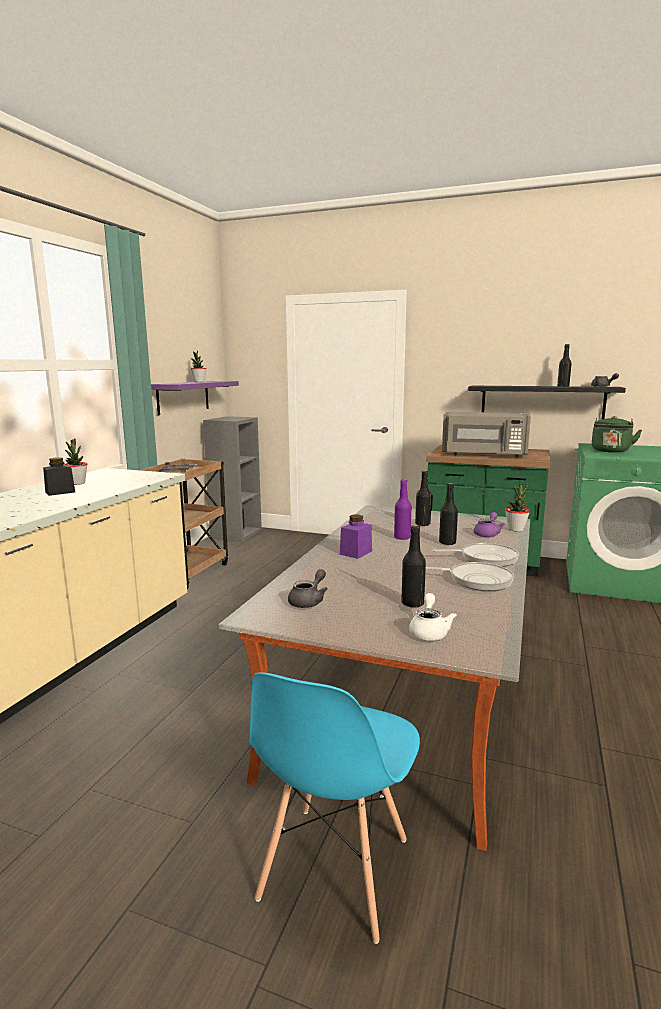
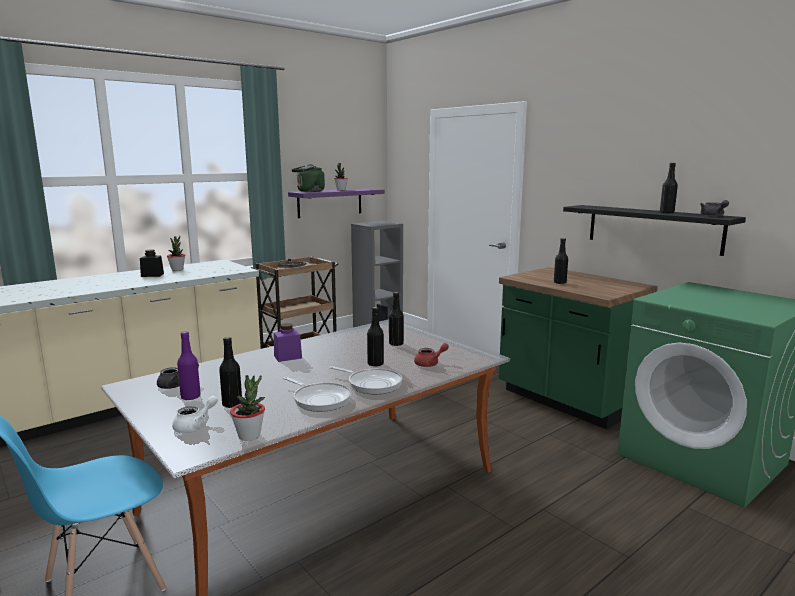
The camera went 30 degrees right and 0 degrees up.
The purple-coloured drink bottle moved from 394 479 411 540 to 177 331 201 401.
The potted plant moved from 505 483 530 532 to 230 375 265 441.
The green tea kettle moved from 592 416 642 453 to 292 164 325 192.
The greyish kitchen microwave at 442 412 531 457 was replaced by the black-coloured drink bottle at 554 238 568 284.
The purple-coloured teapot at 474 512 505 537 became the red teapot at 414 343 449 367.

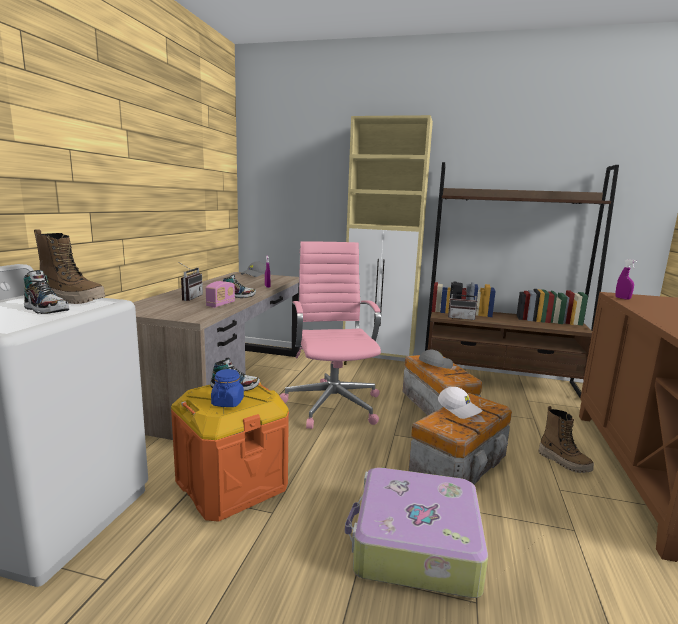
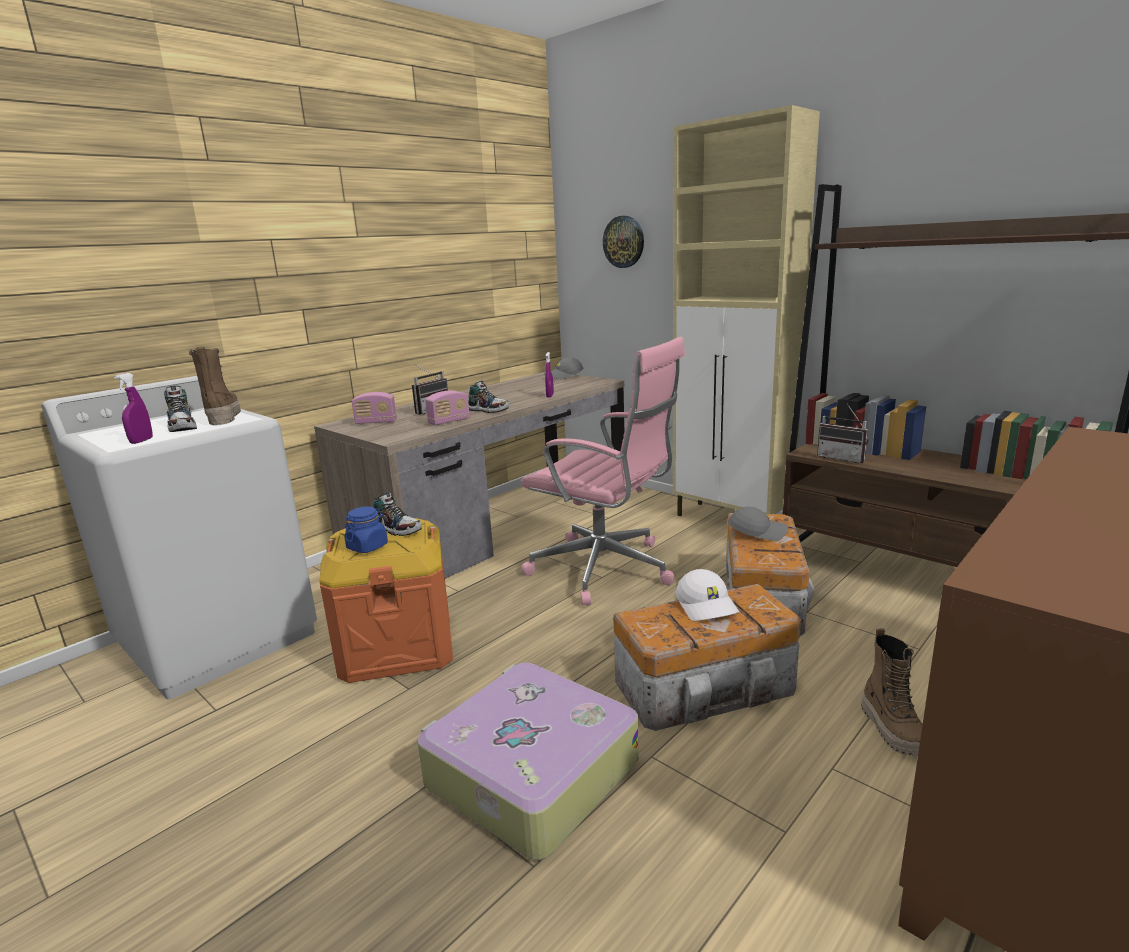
The camera went 30 degrees right and 5 degrees up.
The radio receiver at 352 392 397 425 appeared.
The hanging clock at 603 216 644 268 appeared.
The purple-coloured spray bottle moved from 615 259 637 300 to 114 373 153 444.
The boot at 34 229 105 304 turned 150 degrees counterclockwise.
The pinkish desk chair at 280 241 381 429 turned 105 degrees clockwise.

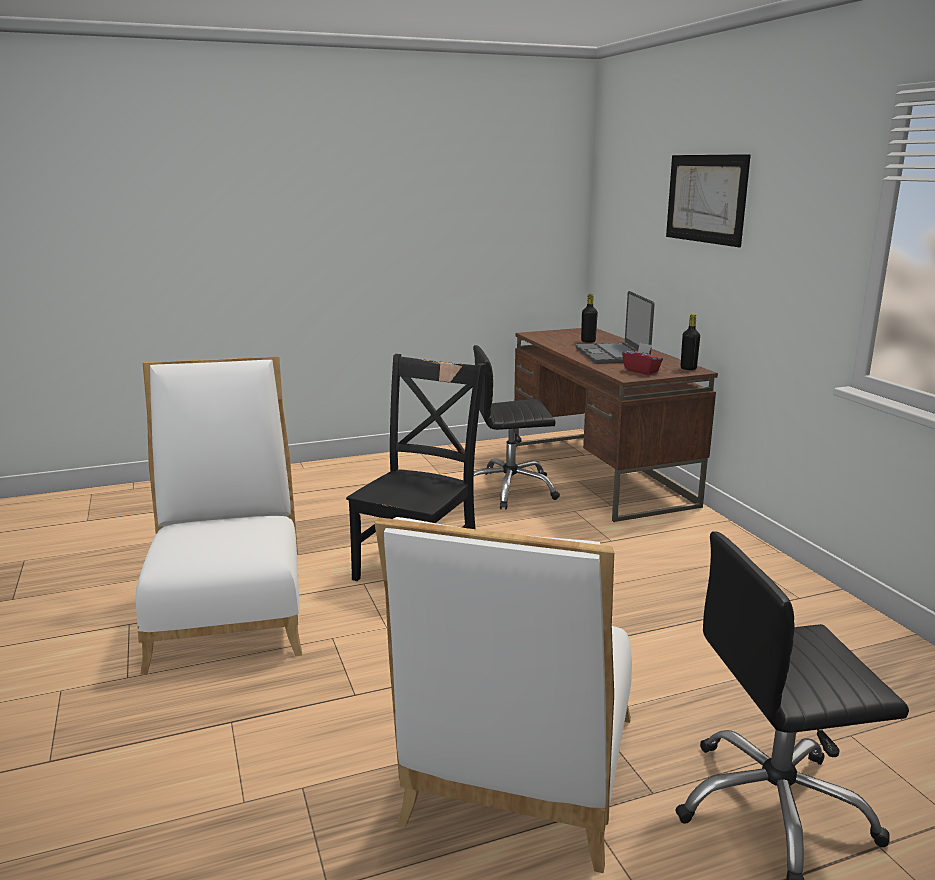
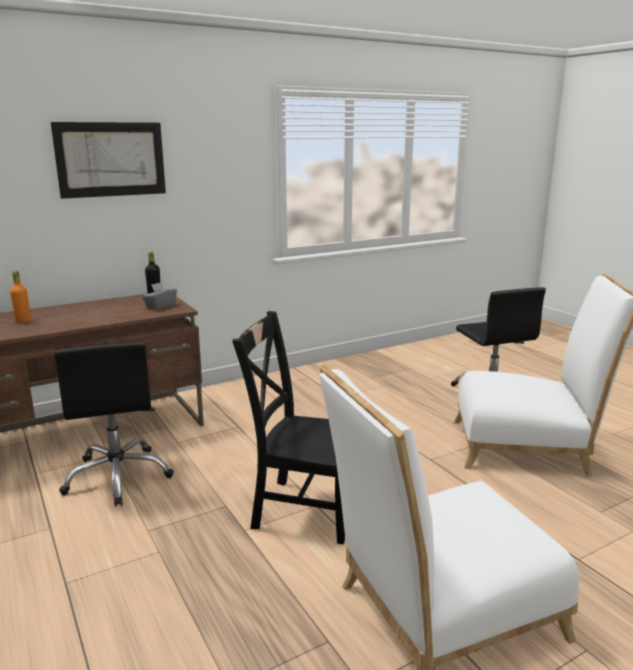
The camera went 100 degrees left and 0 degrees up.
The portable computer at 576 291 655 364 disappeared.
The black-coloured drink bottle at 581 294 598 343 became the orange-coloured drink bottle at 10 271 31 323.
The red box of tissues at 622 343 663 375 became the greyish box of tissues at 142 282 177 310.

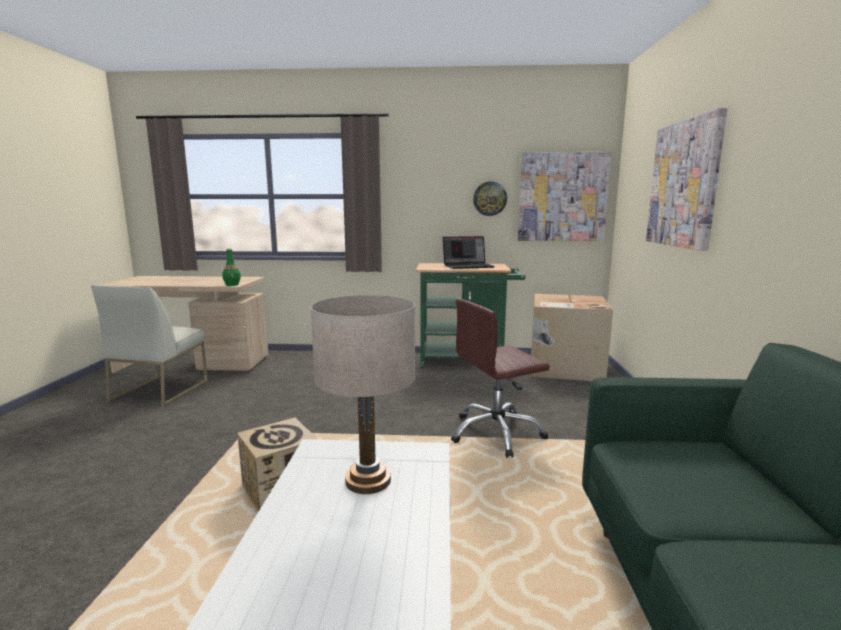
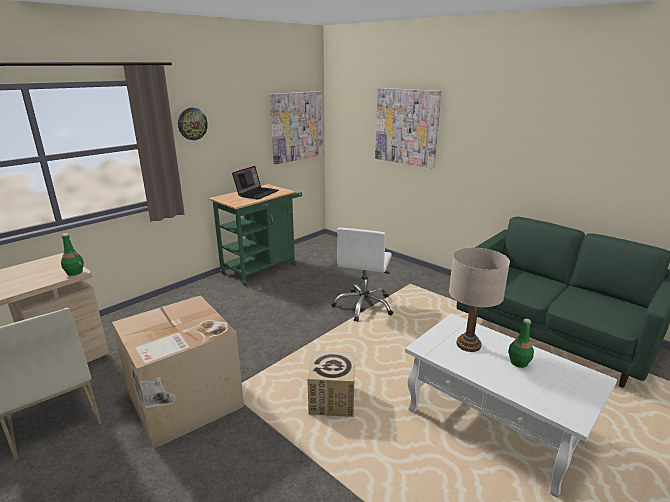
The camera went 50 degrees left and 10 degrees up.
The green drink bottle at 508 319 534 368 appeared.
The hanging clock moved from 473 182 507 216 to 178 108 208 140.
The cardboard box moved from 531 294 613 381 to 112 295 244 449.
The brown desk chair at 451 299 550 458 became the whitish desk chair at 331 228 393 322.

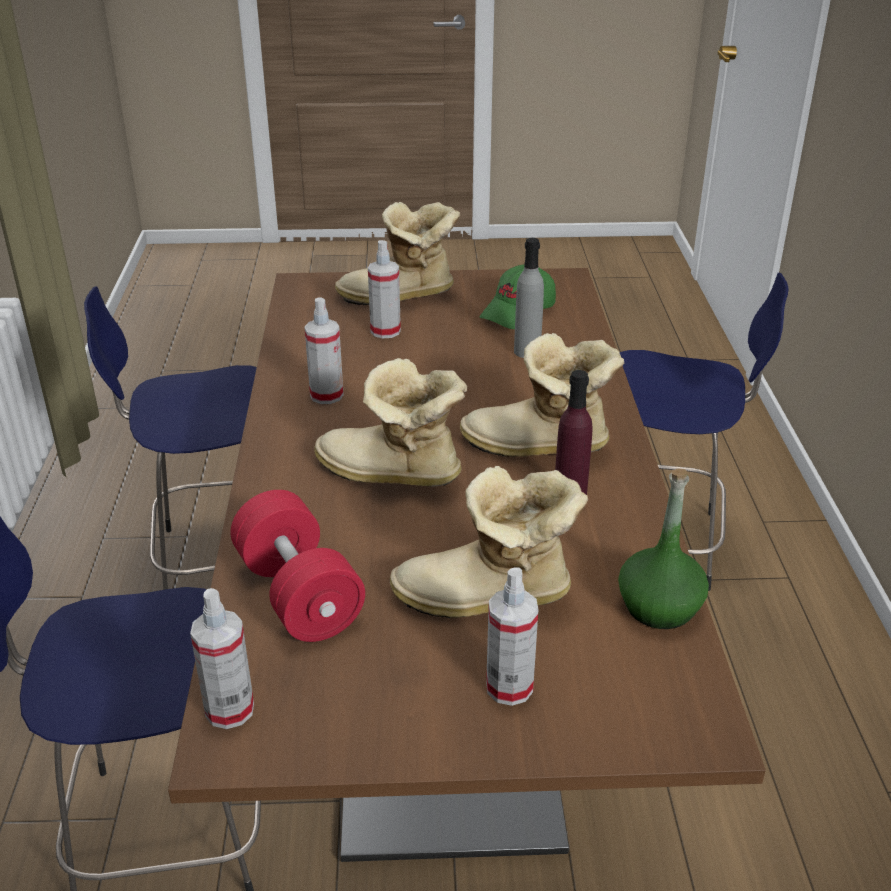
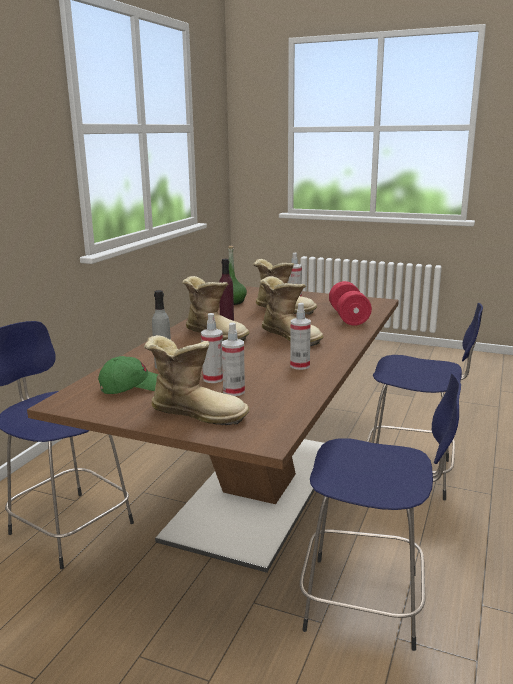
The camera went 155 degrees left and 15 degrees down.
The spray bottle moved from 190 588 254 729 to 201 313 223 383.

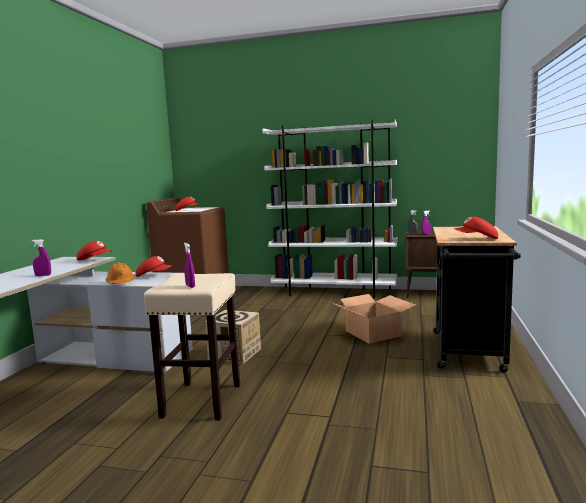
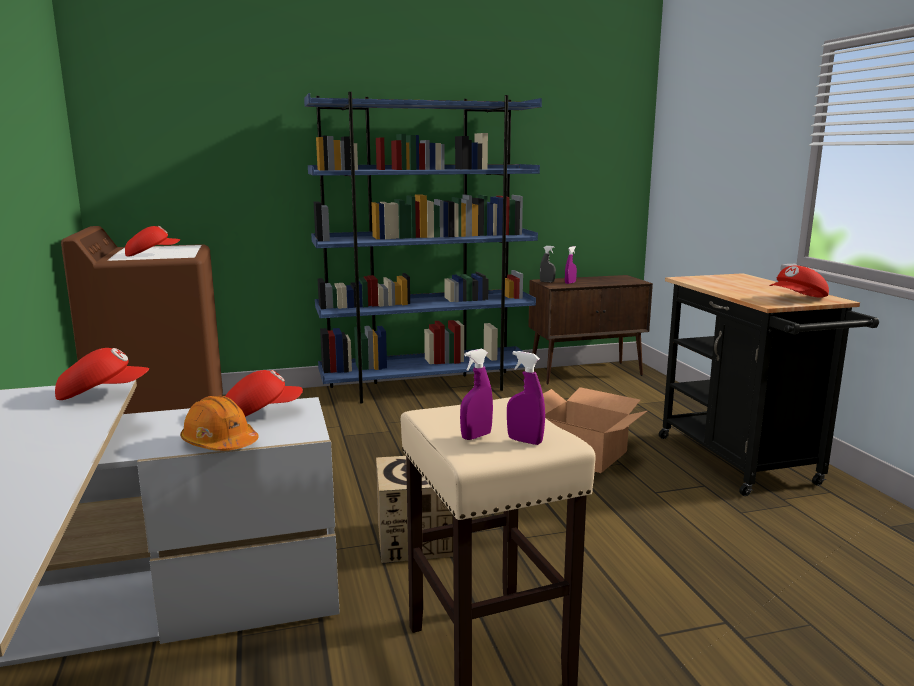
The camera went 30 degrees left and 5 degrees up.
The purple-coloured spray bottle moved from 32 239 51 276 to 460 349 493 440.
The whitish bookshelf at 262 120 397 299 became the bluish bookshelf at 304 92 542 404.

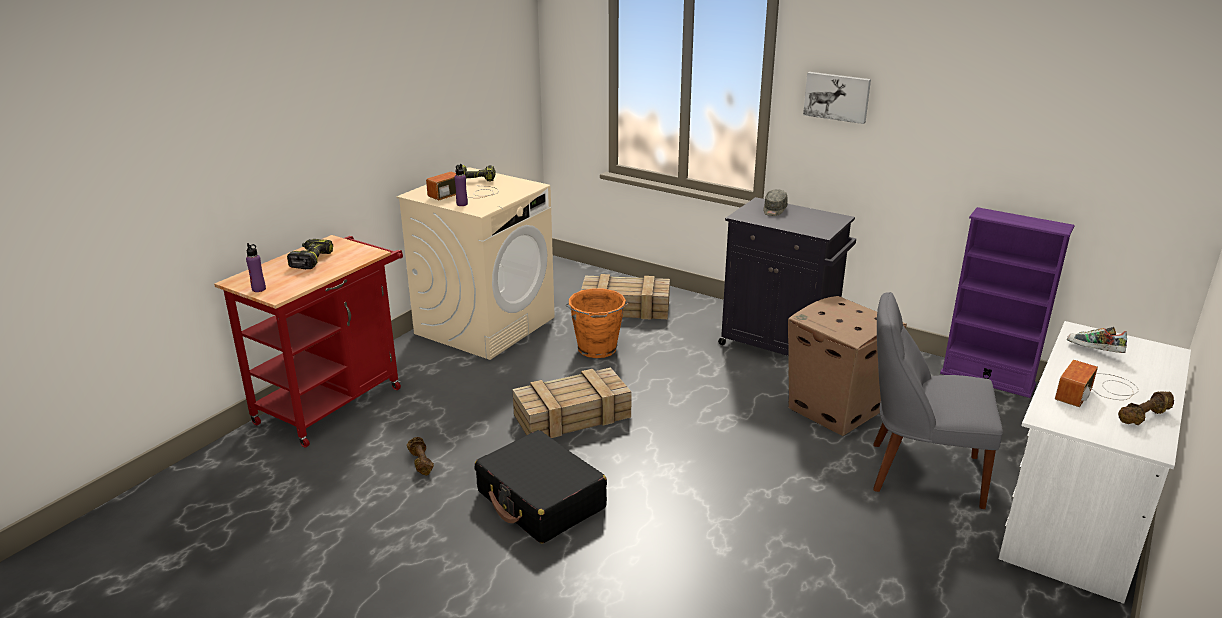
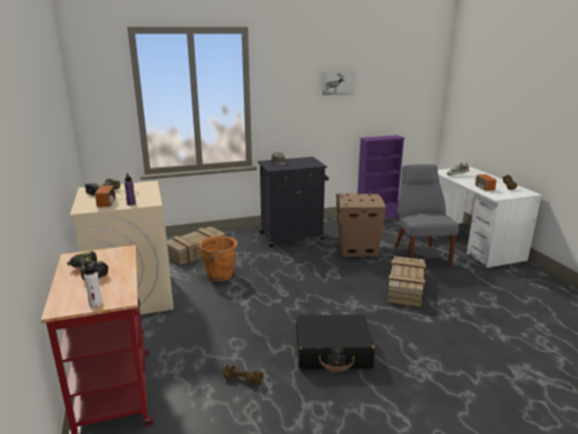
The camera went 50 degrees left and 5 degrees down.
The packing crate moved from 512 368 632 438 to 387 256 426 307.
The wall picture moved from 803 72 871 124 to 322 71 355 96.
The purple-coloured drink bottle at 246 243 266 292 became the whitish drink bottle at 84 261 102 307.
The greyish plain chair at 873 292 1003 509 turned 120 degrees clockwise.

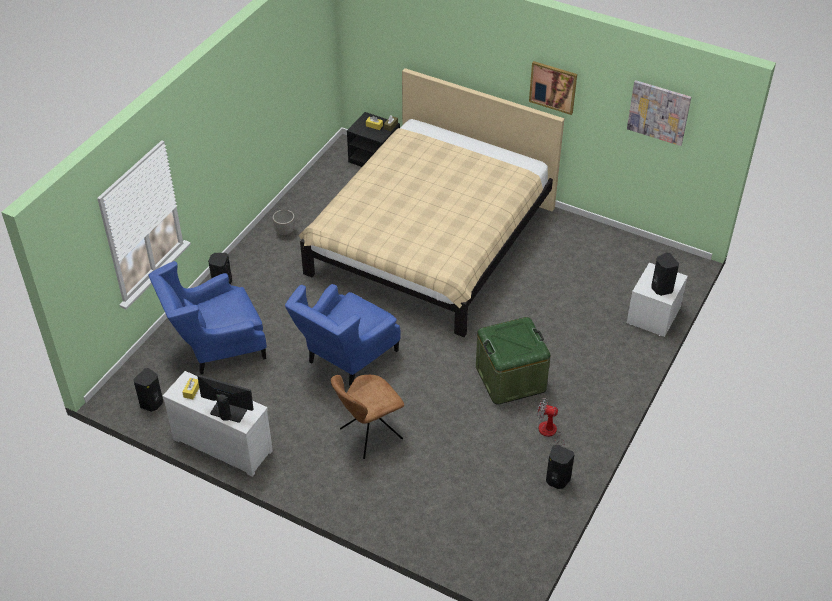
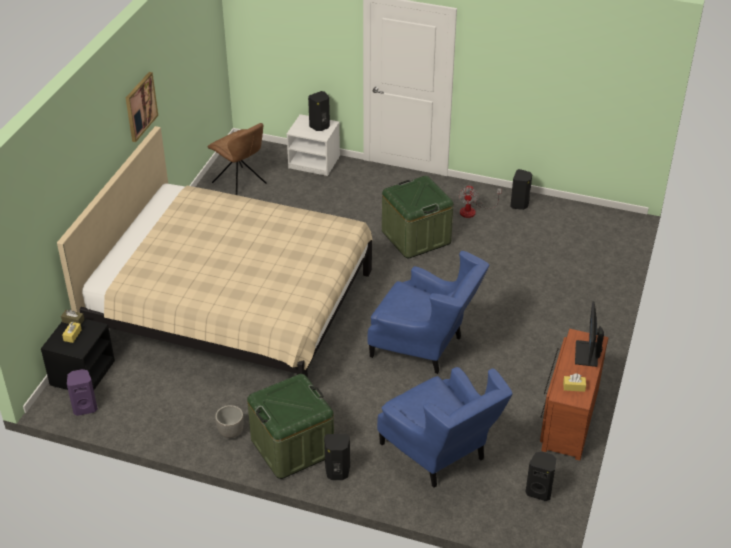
The camera went 100 degrees left and 5 degrees down.
The wall picture at 627 80 691 146 disappeared.
The purple-coloured loudspeaker at 67 369 98 416 appeared.
The green storage bin at 247 374 334 479 appeared.
The brown plain chair moved from 331 375 404 459 to 208 123 267 195.
The whitish drawer chest at 163 371 273 477 became the brown drawer chest at 540 329 609 461.

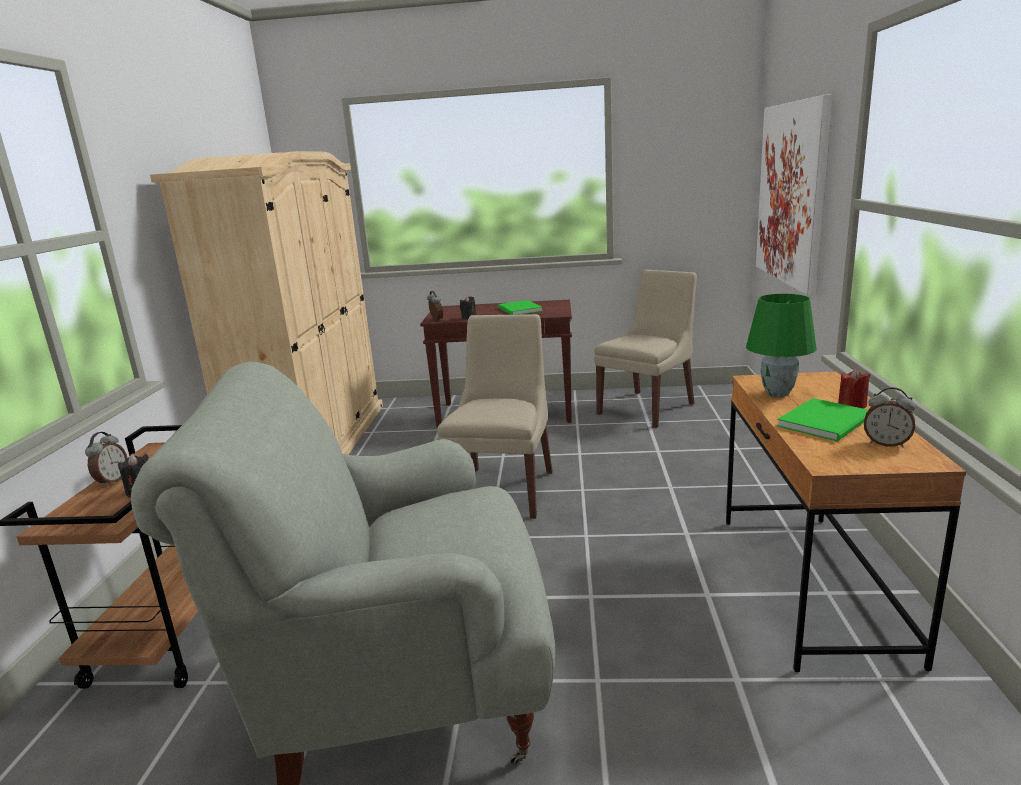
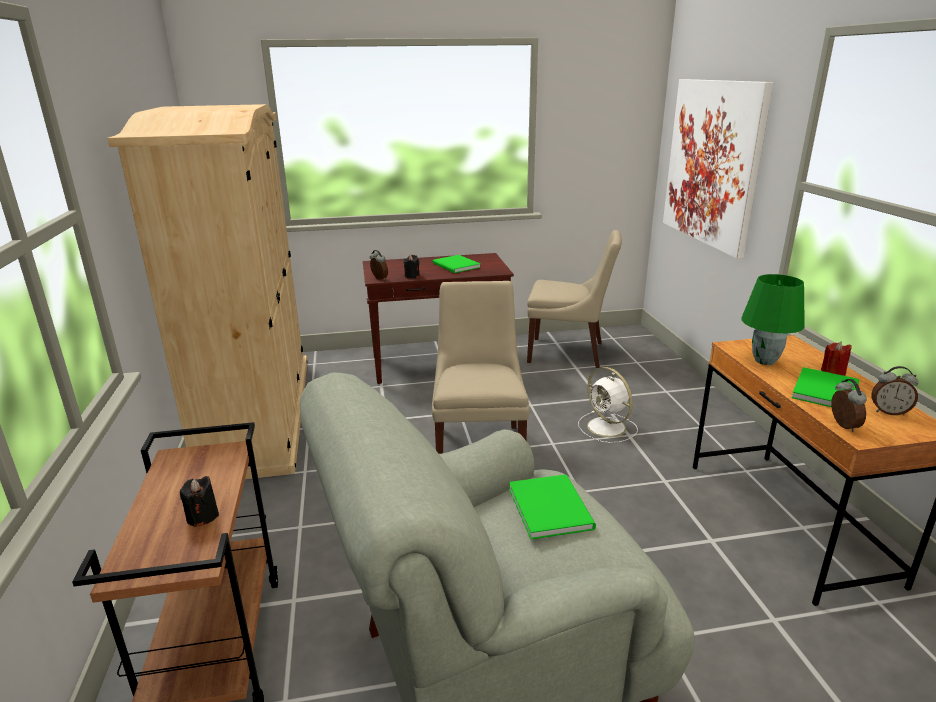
The camera went 15 degrees left and 5 degrees up.
The green volume at 509 474 596 539 appeared.
The whitish electric fan at 578 367 638 443 appeared.
The bedside clock moved from 85 432 127 487 to 831 379 867 432.
The beige-coloured plain chair at 594 269 697 428 turned 75 degrees clockwise.

